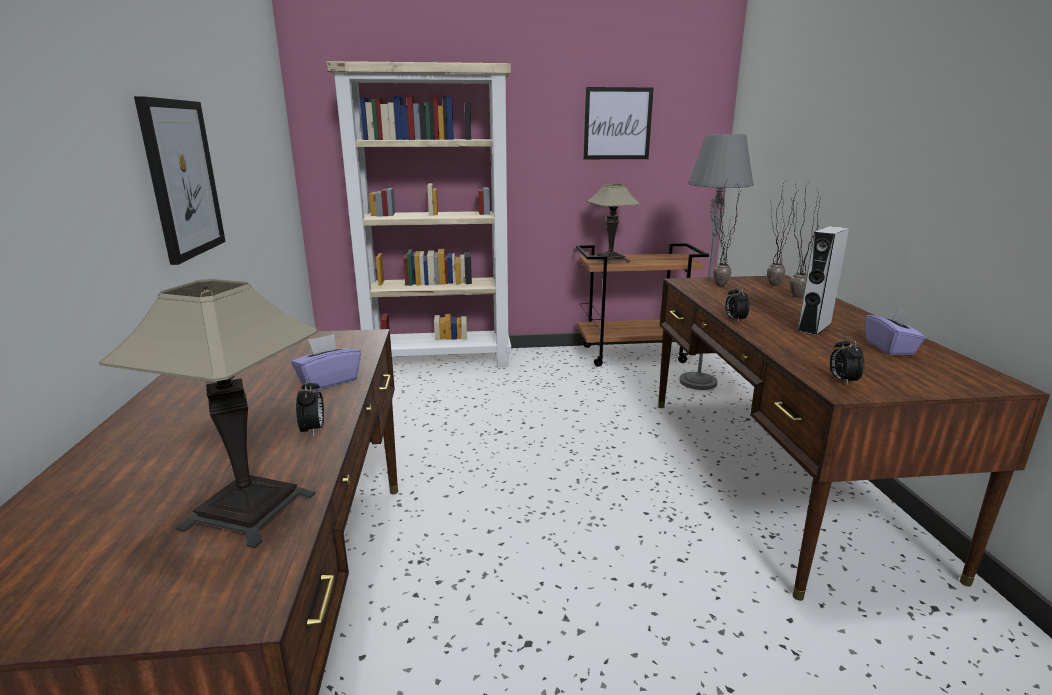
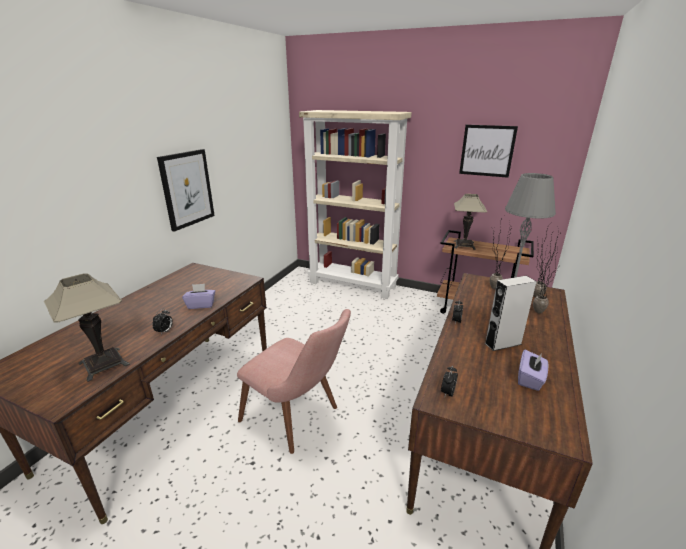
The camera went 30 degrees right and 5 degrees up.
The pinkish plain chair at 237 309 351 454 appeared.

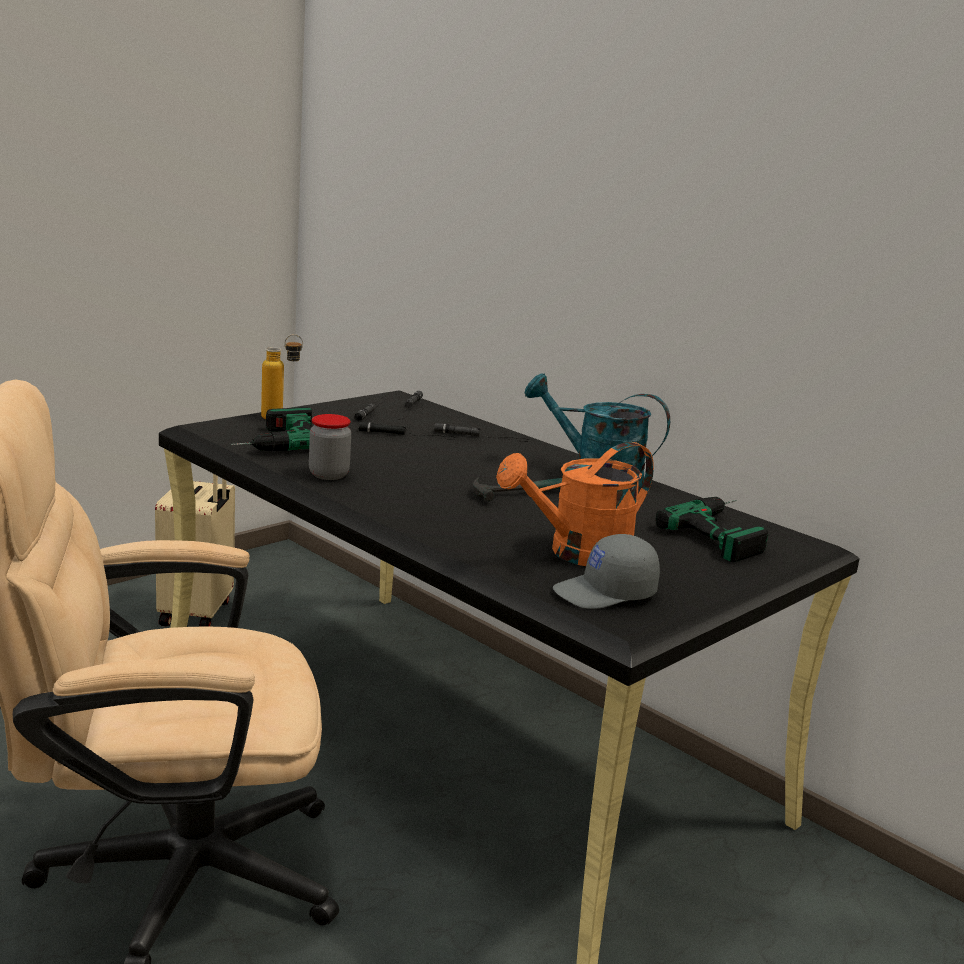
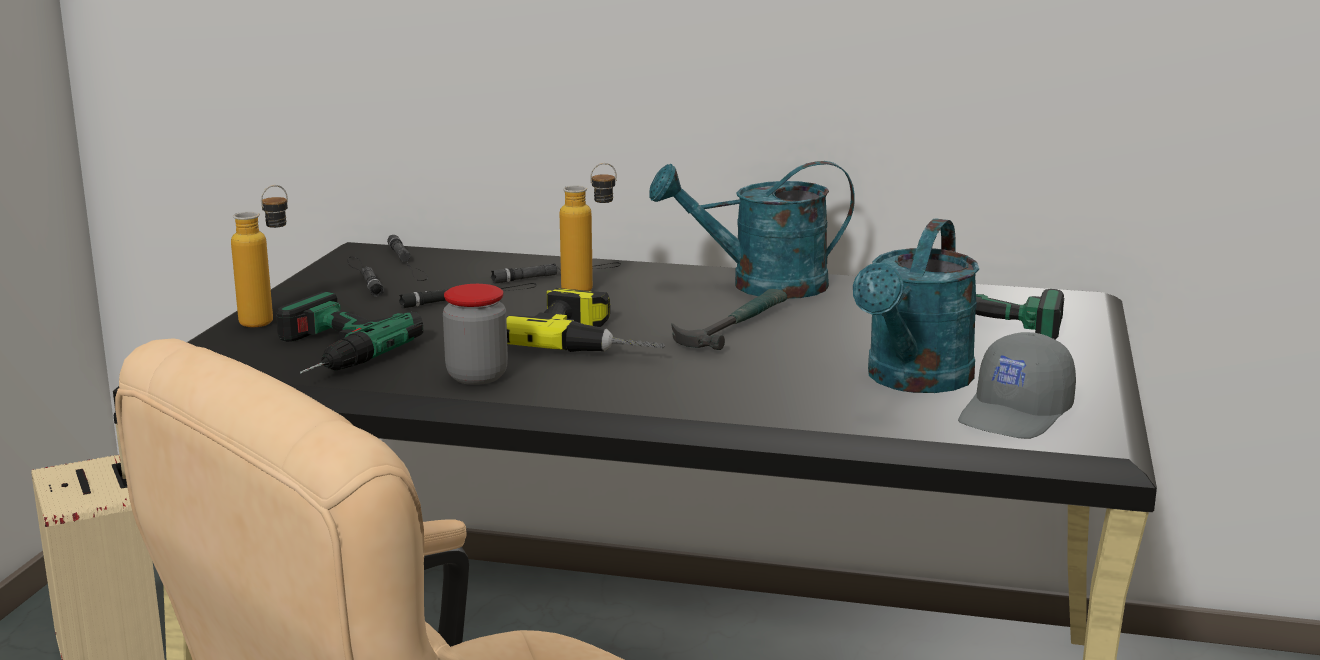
The camera went 30 degrees left and 0 degrees up.
The power drill at 506 288 665 352 appeared.
The drink bottle at 560 163 617 291 appeared.
The orange-coloured watering can at 496 442 654 566 became the turquoise watering can at 853 219 979 393.

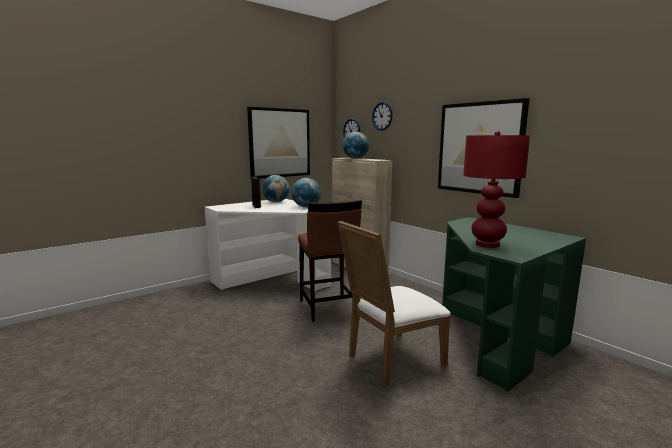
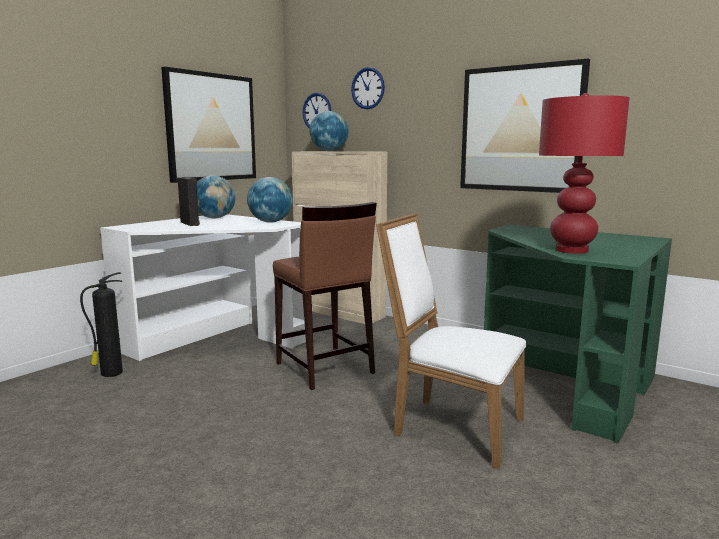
The camera went 15 degrees left and 0 degrees up.
The fire extinguisher at 80 272 123 377 appeared.
The whitish plain chair at 338 221 451 386 turned 75 degrees clockwise.

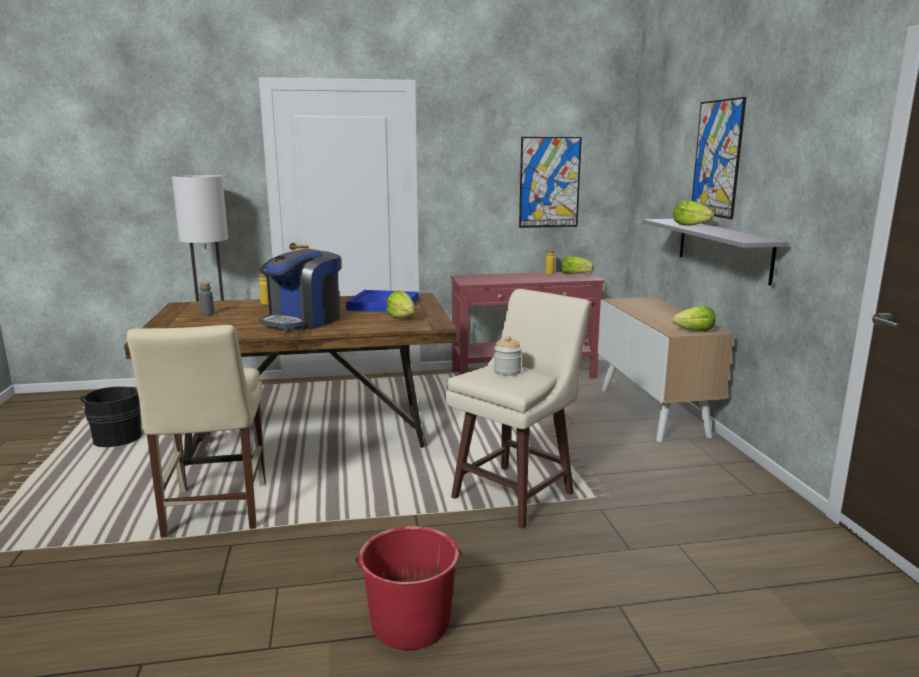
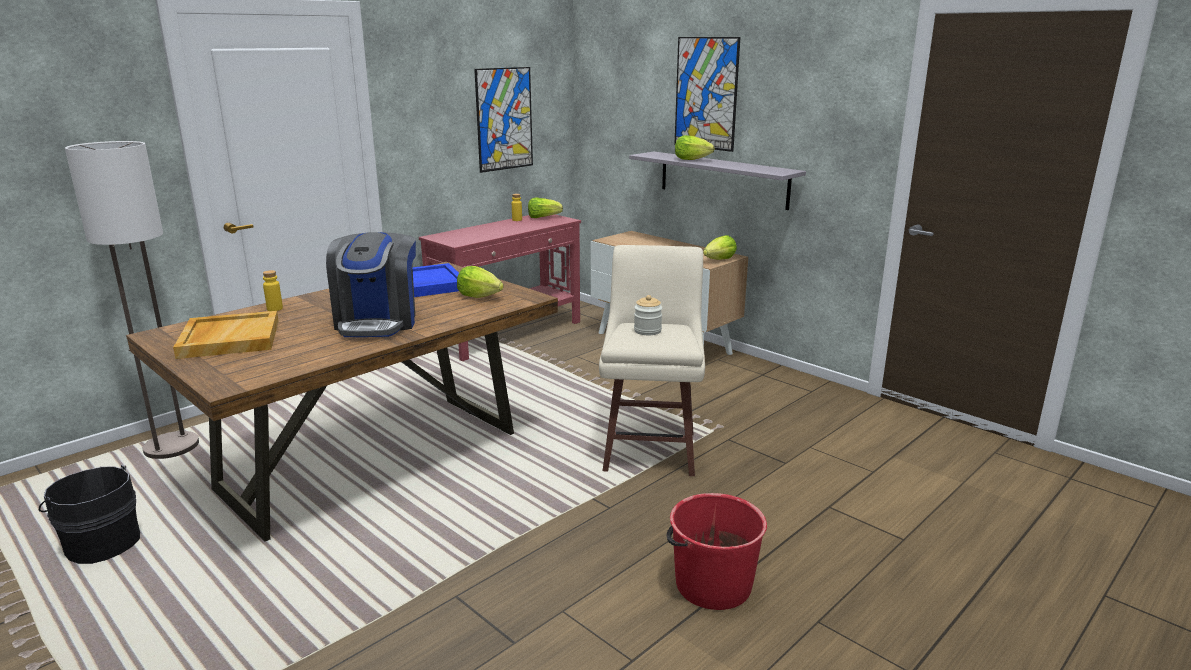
The camera went 35 degrees left and 5 degrees up.
The beige-coloured plain chair at 127 325 266 537 disappeared.
The greyish drink bottle at 199 282 214 316 was replaced by the beige-coloured tray at 173 311 279 359.

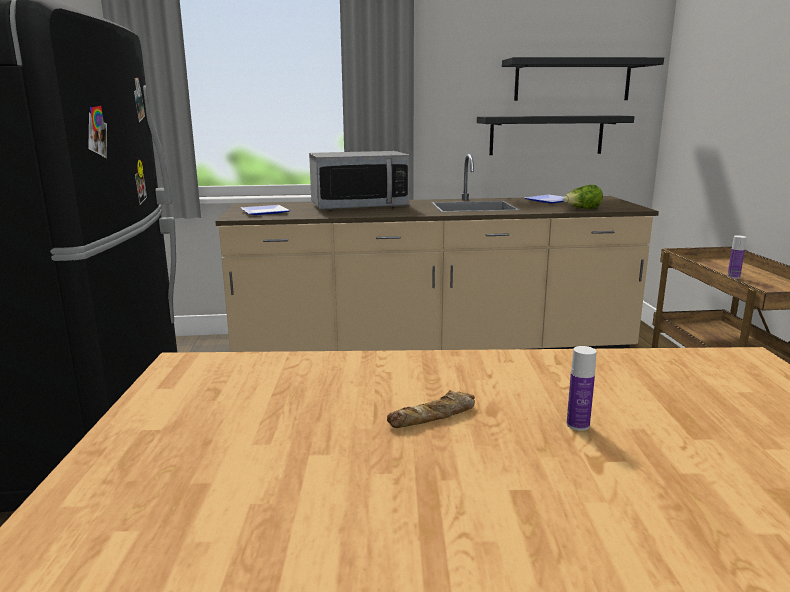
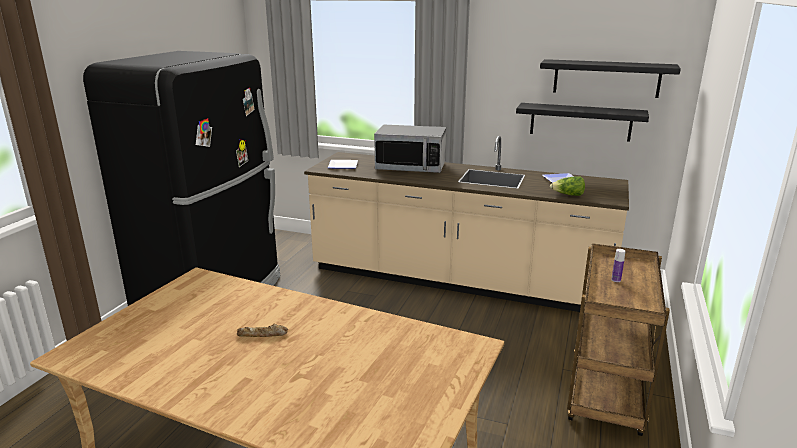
The camera went 25 degrees right and 5 degrees up.
The drink bottle at 567 346 597 431 disappeared.

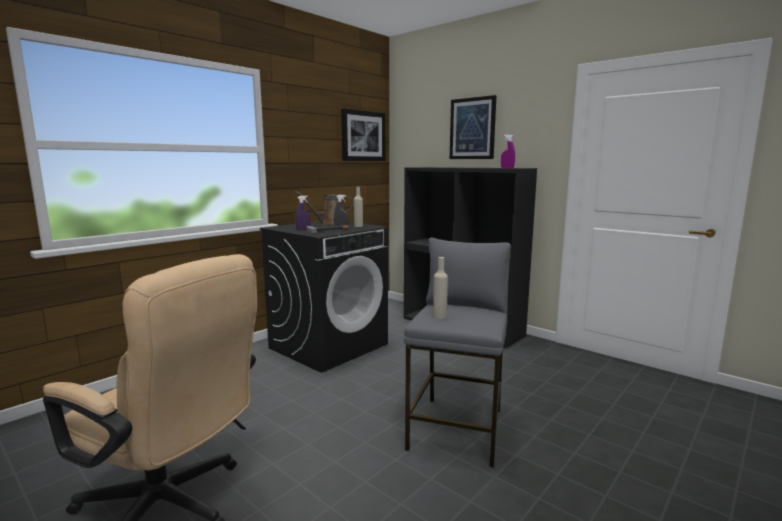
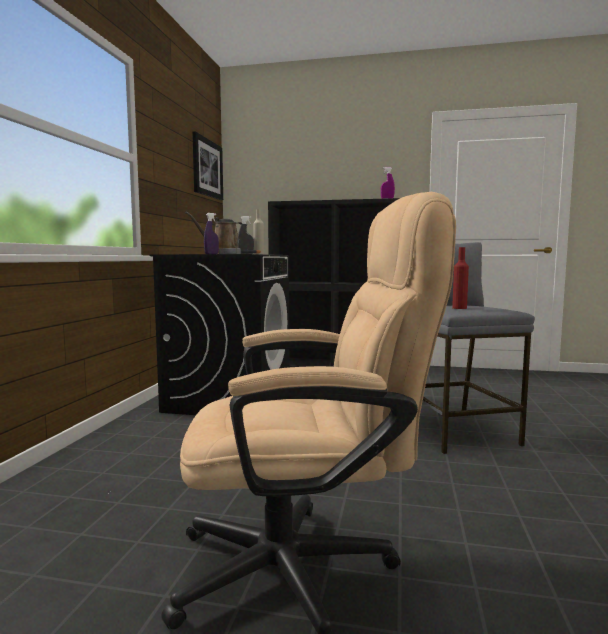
The camera went 30 degrees left and 5 degrees down.
The wall picture at 450 95 497 159 disappeared.
The beige-coloured drink bottle at 433 257 448 319 became the red drink bottle at 452 247 469 309.

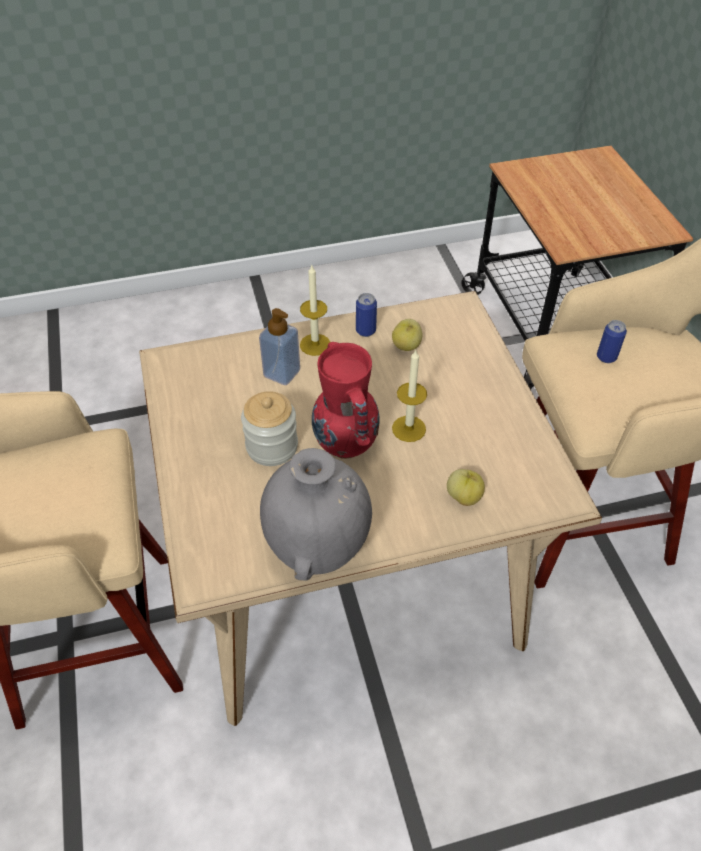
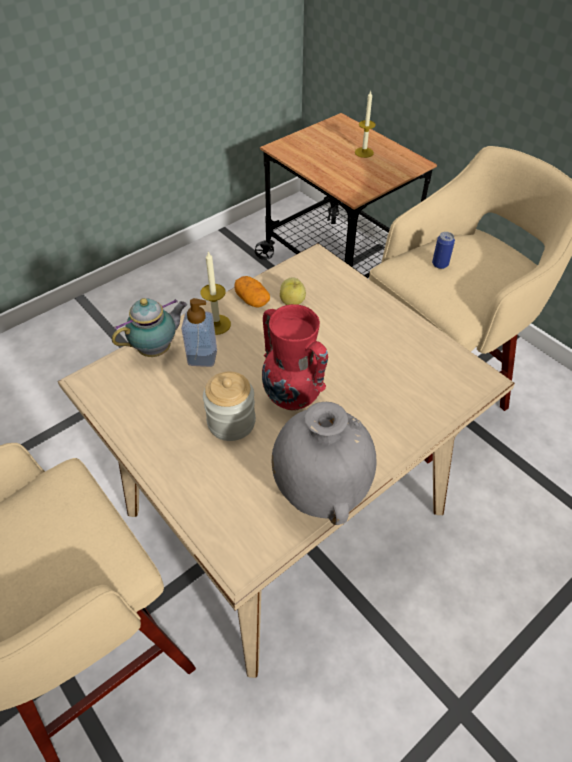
The camera went 25 degrees left and 0 degrees up.
The apple at 447 469 485 506 disappeared.
The teapot at 112 298 187 357 appeared.
The wax candle moved from 392 350 427 442 to 355 91 376 158.
The sealed can at 356 293 377 337 was replaced by the potato at 234 276 270 308.

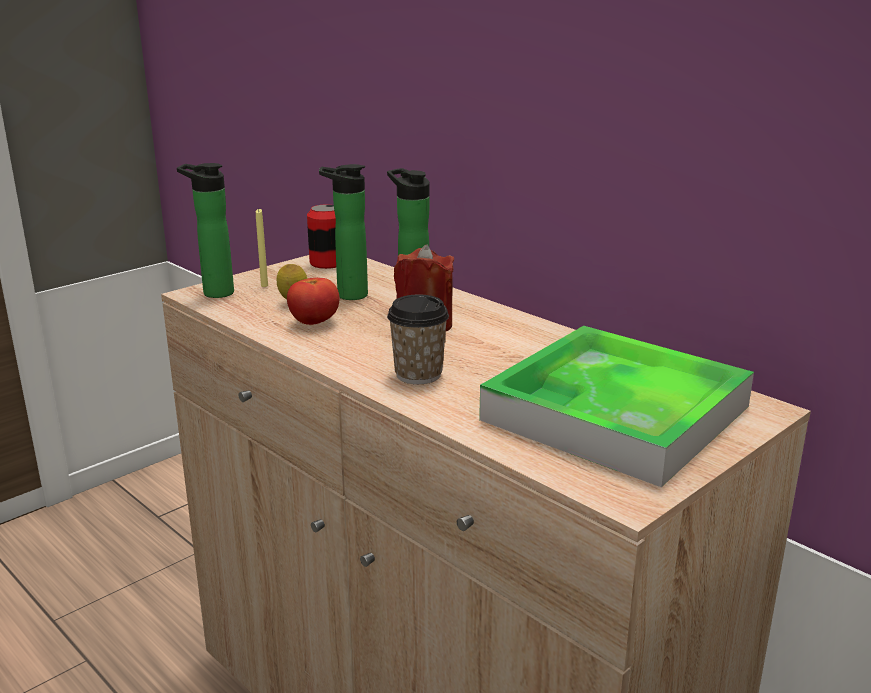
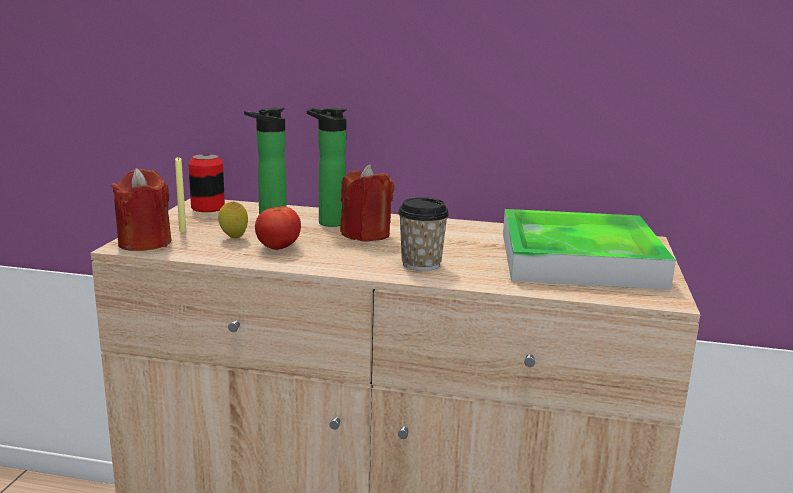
The camera went 35 degrees left and 5 degrees down.
The drink bottle at 177 163 234 298 was replaced by the red wax candle at 111 168 172 251.

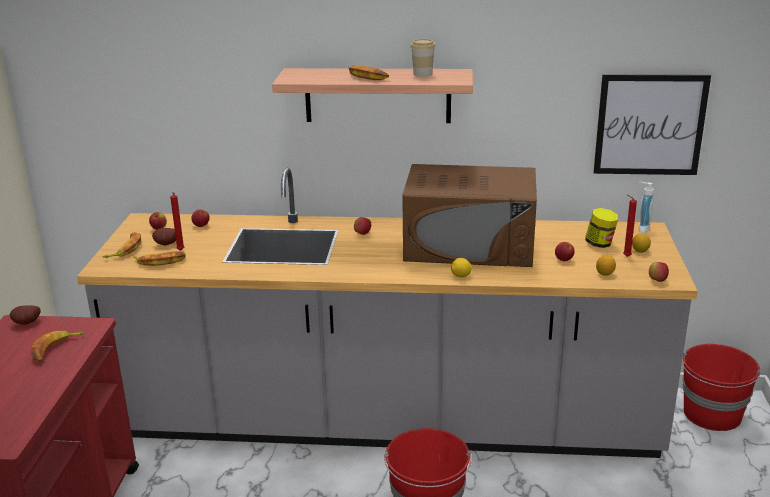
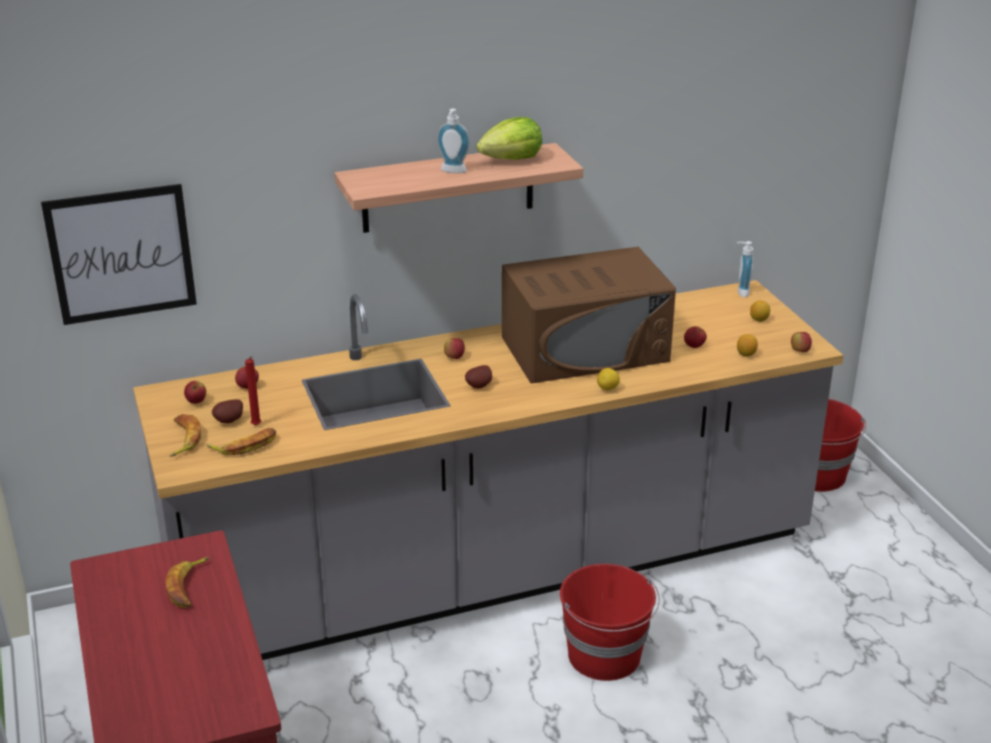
The camera went 25 degrees left and 5 degrees up.
The jar at 585 208 618 248 disappeared.
The red wax candle at 623 195 637 257 disappeared.
The potato moved from 9 305 41 325 to 465 365 492 388.
The wall picture moved from 593 74 711 175 to 41 184 197 325.
The whole banana at 349 65 389 80 was replaced by the liquid soap bottle at 437 109 470 173.
The drinking cup at 410 39 436 77 was replaced by the head of lettuce at 477 117 542 160.

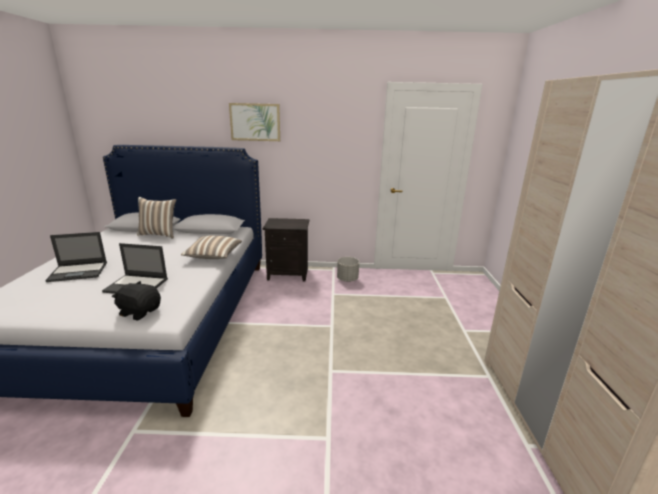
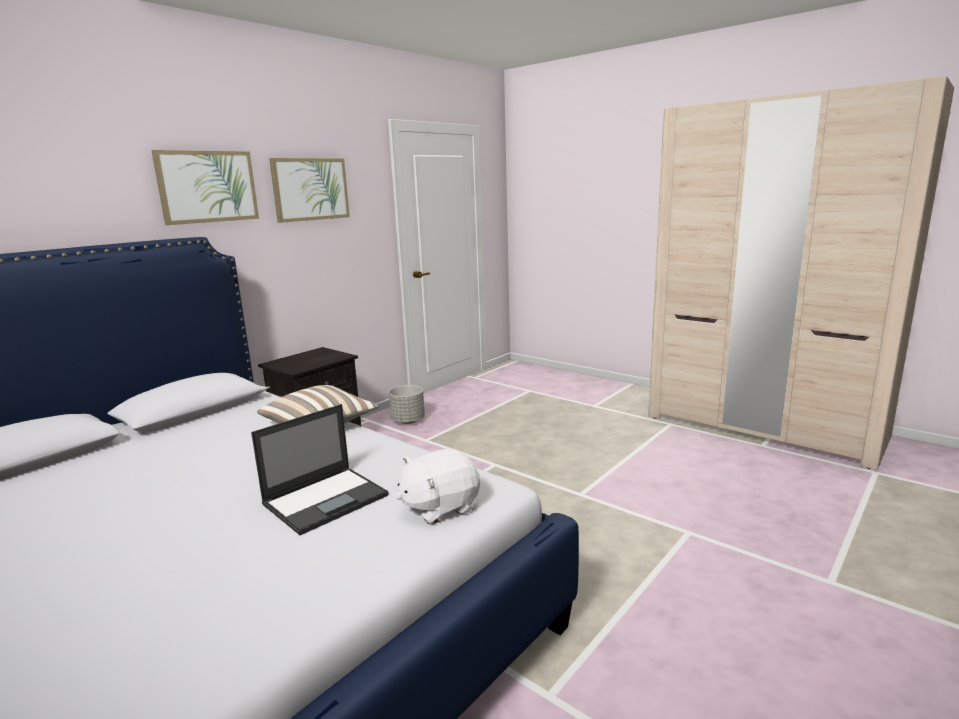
The camera went 50 degrees left and 5 degrees down.
The portable computer at 45 232 107 282 disappeared.
The cushion at 137 197 176 239 disappeared.
The wall picture at 269 158 350 223 appeared.
The black-coloured soft toy at 112 281 161 320 became the whitish soft toy at 396 449 480 525.

